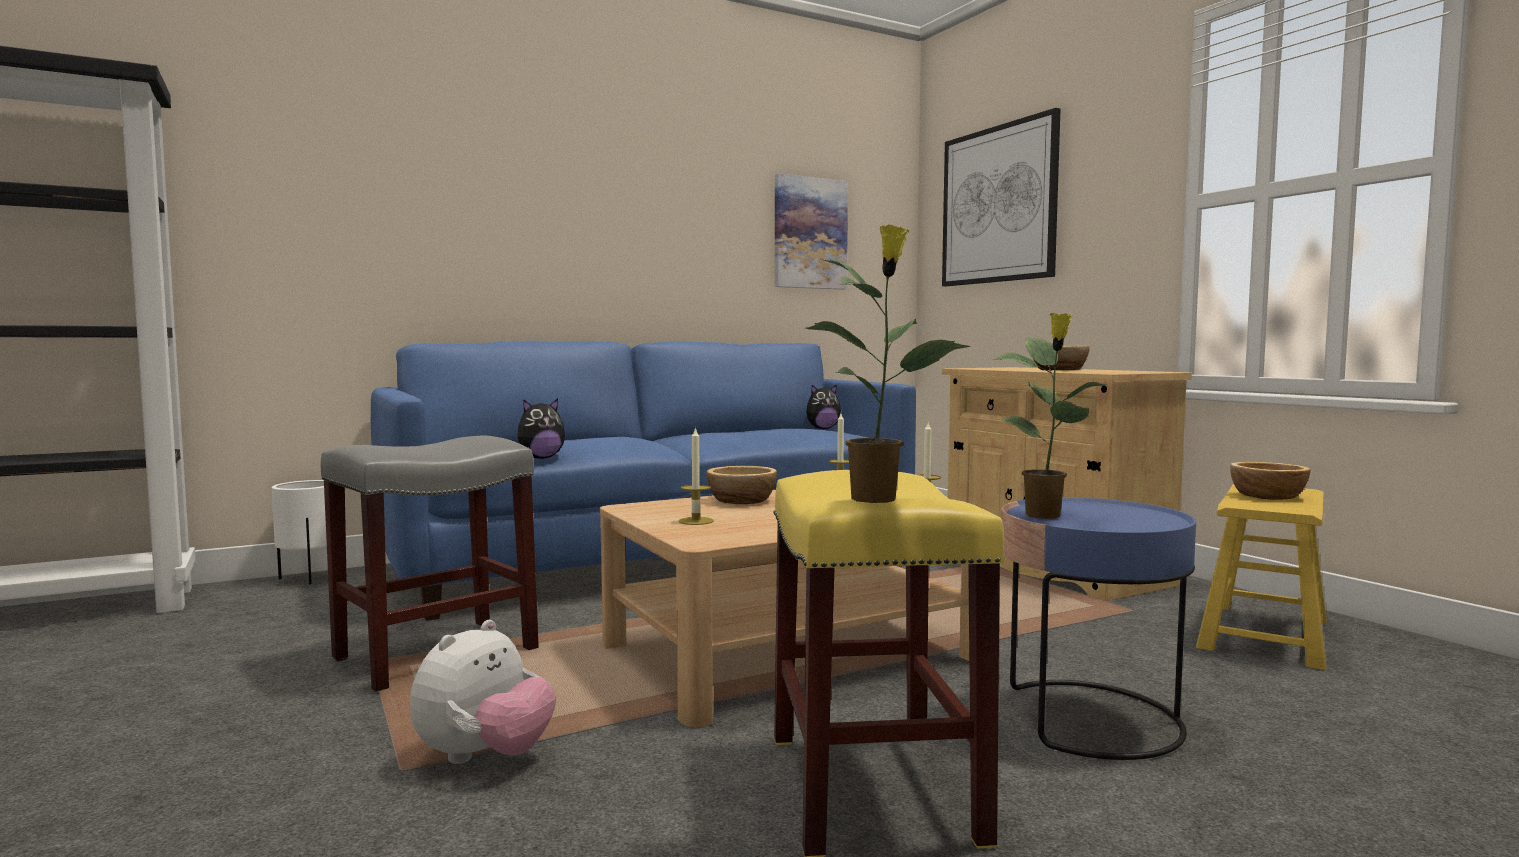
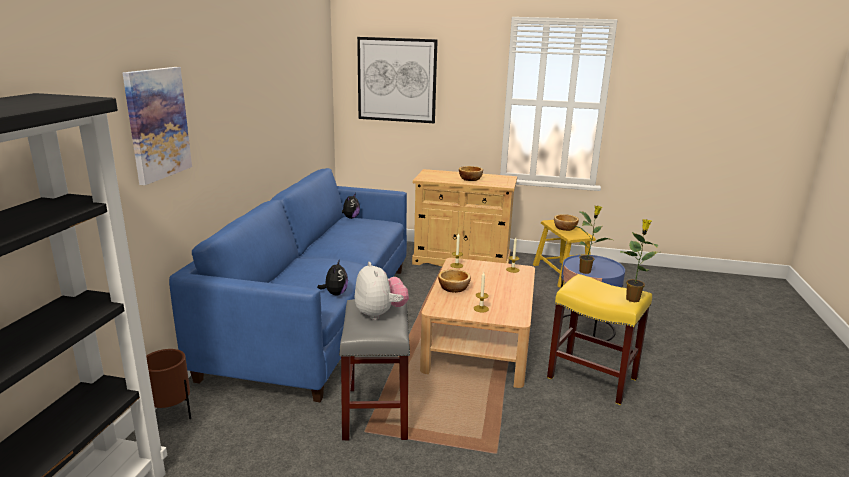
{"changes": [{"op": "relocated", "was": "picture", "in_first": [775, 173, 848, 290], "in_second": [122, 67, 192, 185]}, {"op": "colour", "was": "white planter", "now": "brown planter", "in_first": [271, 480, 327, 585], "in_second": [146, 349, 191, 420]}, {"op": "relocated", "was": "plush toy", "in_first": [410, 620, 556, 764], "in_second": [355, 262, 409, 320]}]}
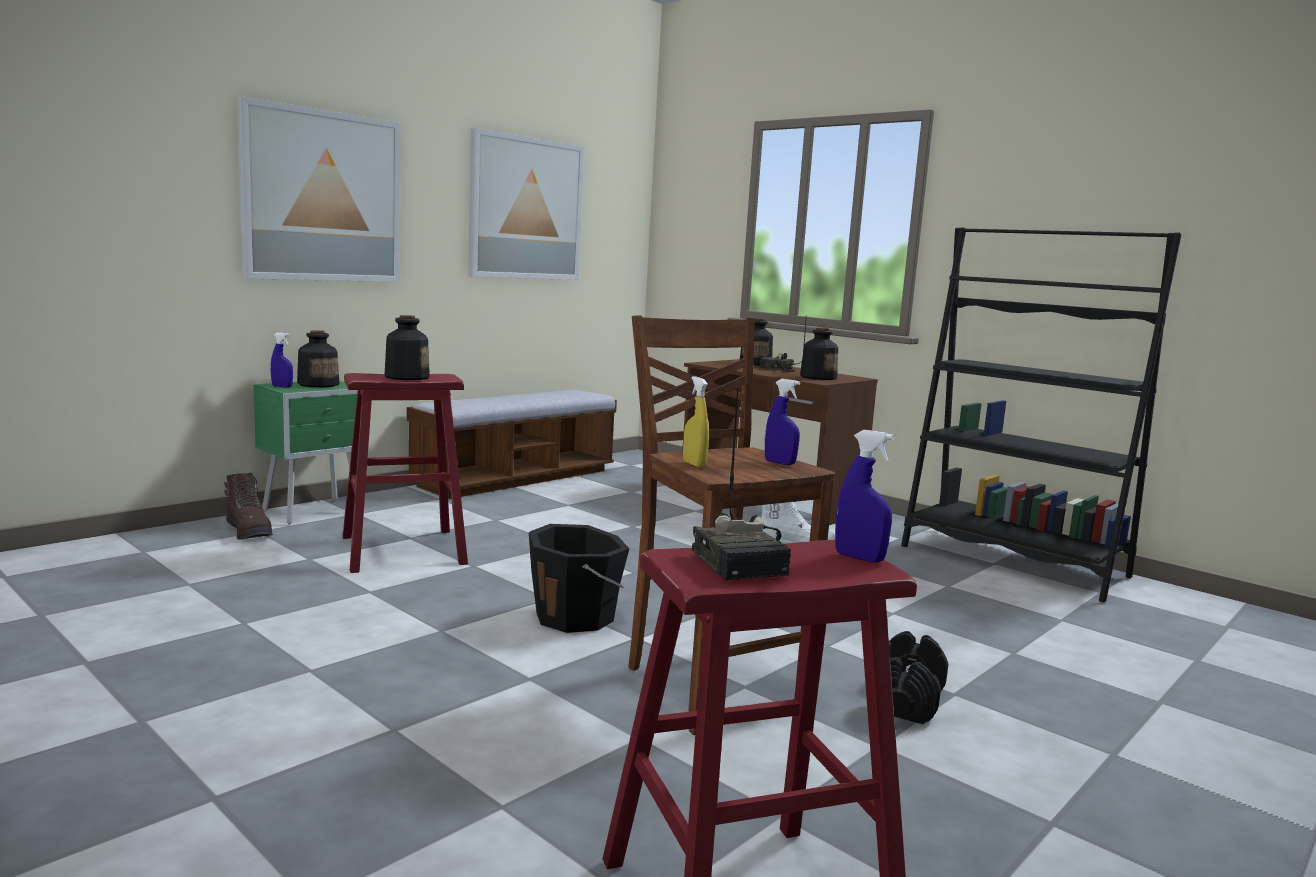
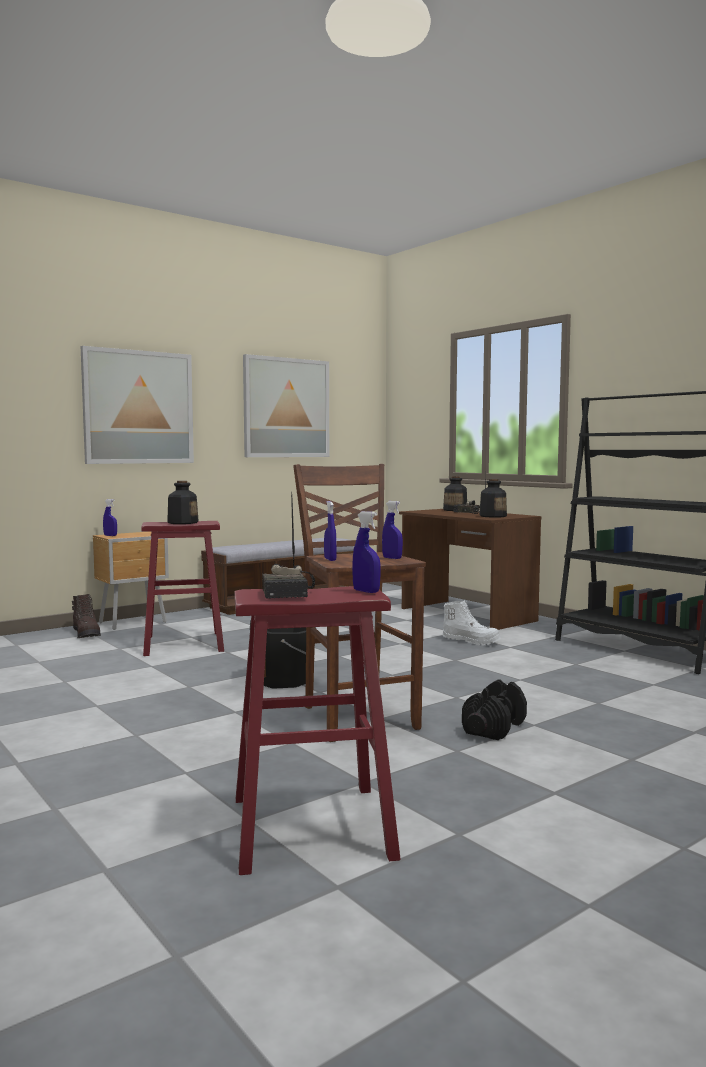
{"changes": [{"op": "missing", "was": "bottle", "in_first": [297, 330, 339, 387]}, {"op": "colour", "was": "yellow spray bottle", "now": "blue spray bottle", "in_first": [683, 376, 709, 468], "in_second": [324, 501, 337, 561]}, {"op": "colour", "was": "green nightstand", "now": "brown nightstand", "in_first": [254, 381, 358, 525], "in_second": [93, 531, 169, 630]}]}
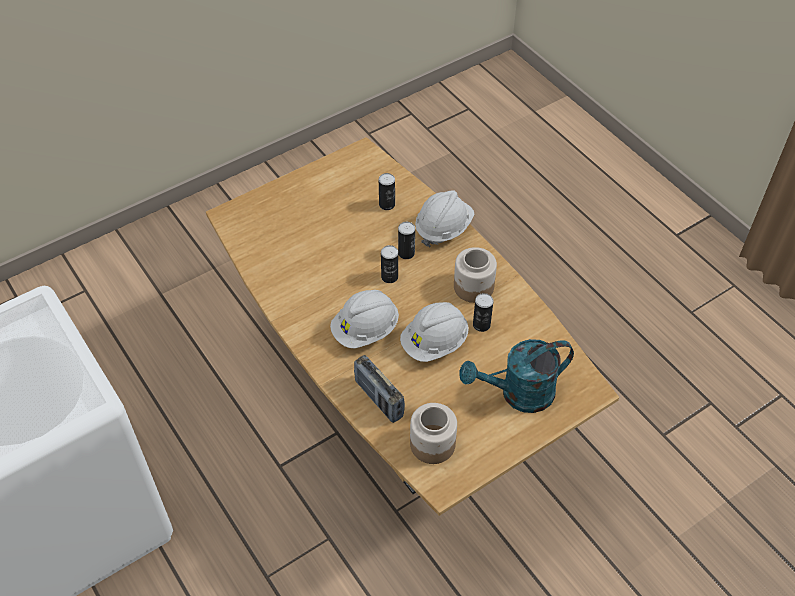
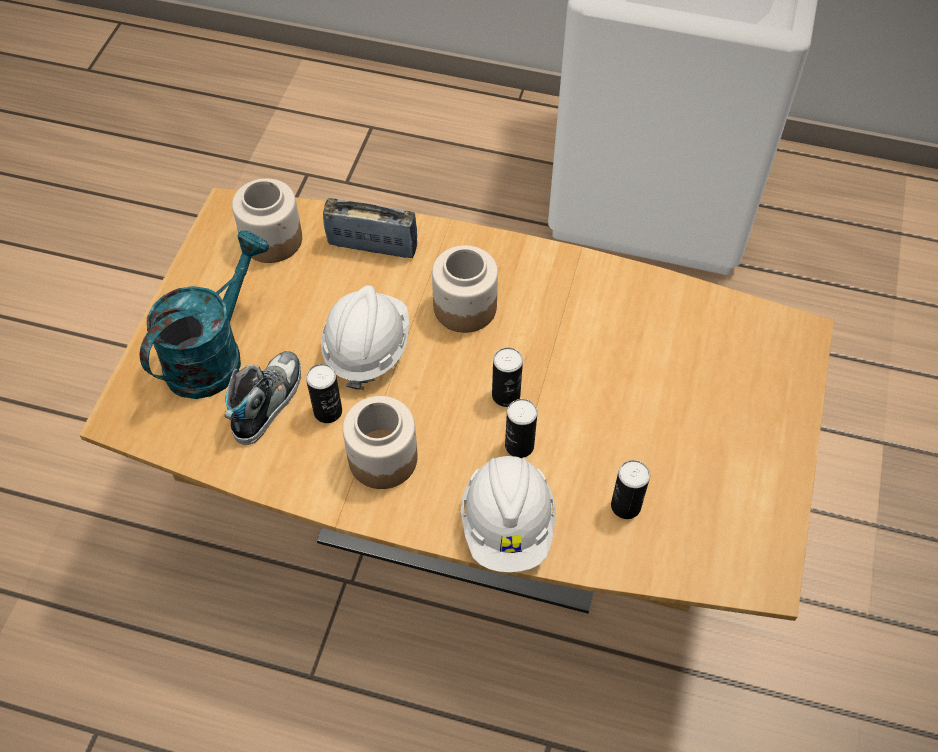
{"changes": [{"op": "exchanged", "was": "white hard hat", "now": "jar", "in_first": [330, 290, 399, 348], "in_second": [432, 245, 498, 333]}, {"op": "appeared", "now": "shoe", "in_second": [225, 351, 301, 445]}]}
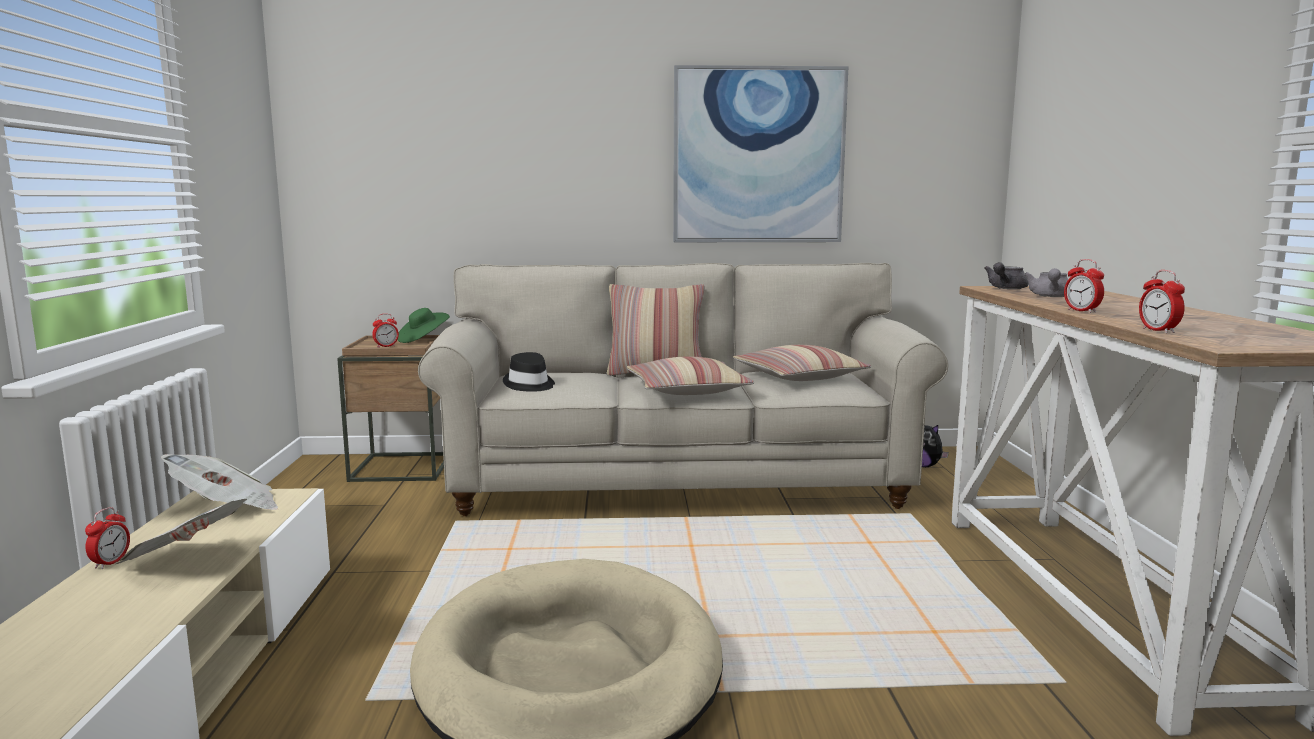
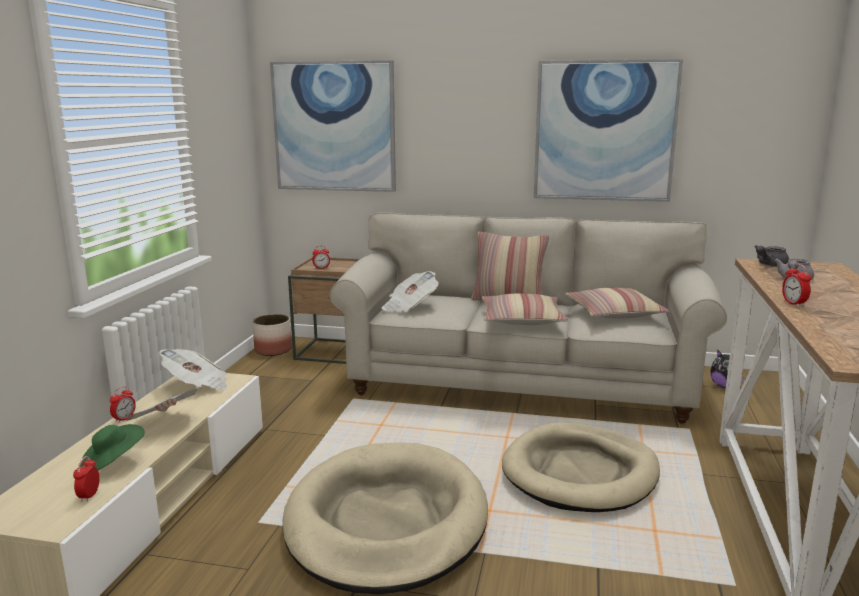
{"changes": [{"op": "relocated", "was": "alarm clock", "in_first": [1139, 270, 1185, 333], "in_second": [73, 456, 100, 502]}, {"op": "relocated", "was": "green hat", "in_first": [398, 308, 450, 343], "in_second": [80, 424, 145, 471]}, {"op": "exchanged", "was": "black hat", "now": "newspaper", "in_first": [503, 352, 555, 392], "in_second": [382, 271, 439, 312]}, {"op": "appeared", "now": "picture", "in_second": [270, 60, 396, 192]}, {"op": "appeared", "now": "planter", "in_second": [253, 314, 292, 356]}, {"op": "appeared", "now": "beige dog bed", "in_second": [502, 422, 660, 512]}]}
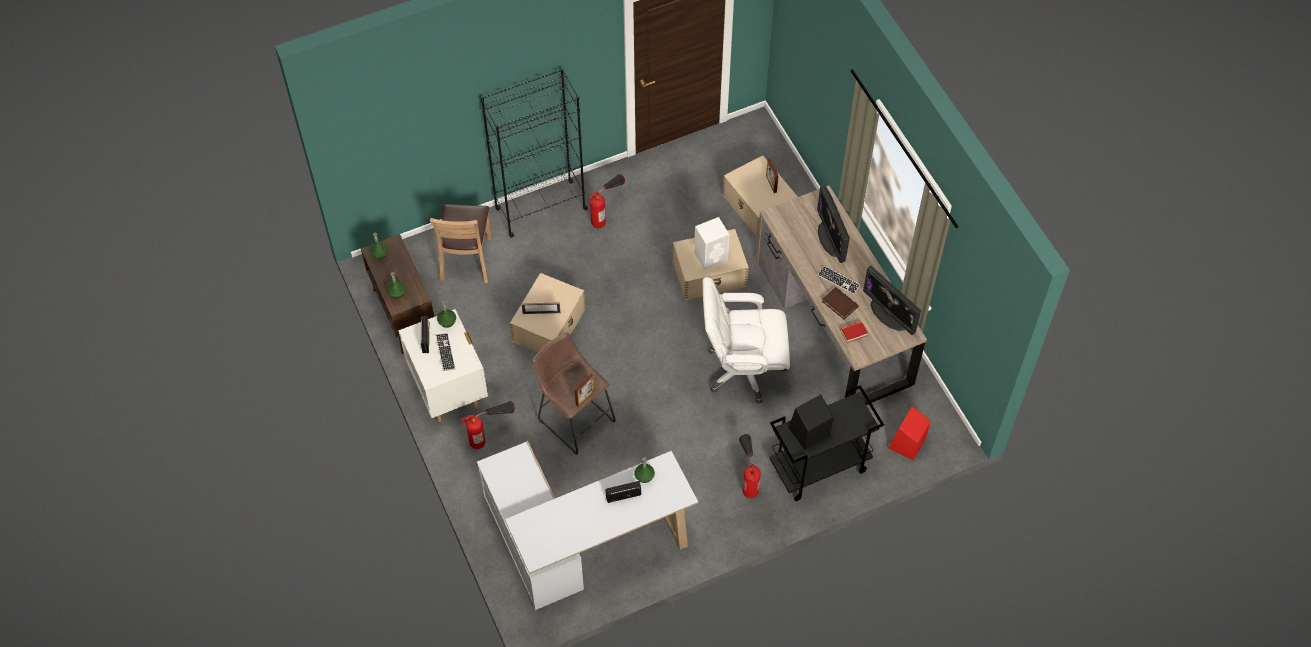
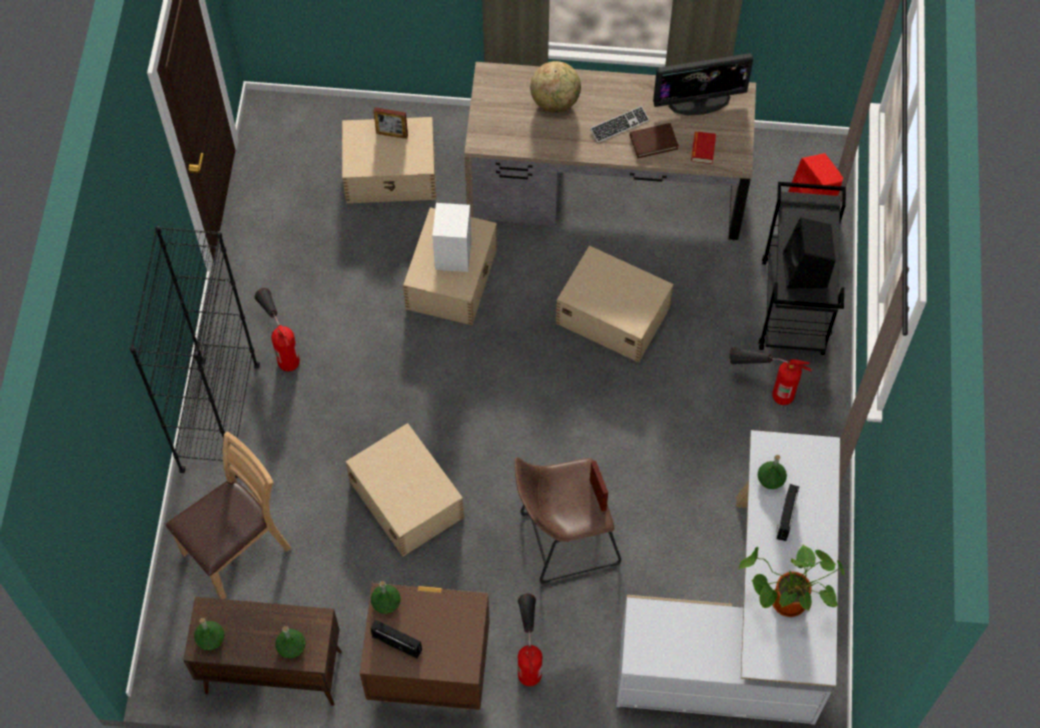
{"changes": [{"op": "exchanged", "was": "monitor", "now": "globe", "in_first": [817, 186, 850, 263], "in_second": [530, 61, 581, 113]}, {"op": "spun", "was": "brown chair", "in_first": [430, 204, 492, 283], "in_second": [166, 431, 291, 599], "clockwise": -75}, {"op": "exchanged", "was": "white office chair", "now": "beige storage box", "in_first": [703, 277, 790, 404], "in_second": [556, 246, 673, 362]}, {"op": "missing", "was": "picture frame", "in_first": [522, 302, 560, 314]}, {"op": "colour", "was": "white nightstand", "now": "brown nightstand", "in_first": [398, 309, 488, 422], "in_second": [360, 583, 490, 710]}, {"op": "missing", "was": "keyboard", "in_first": [436, 333, 456, 371]}, {"op": "appeared", "now": "potted plant", "in_second": [739, 544, 845, 617]}]}
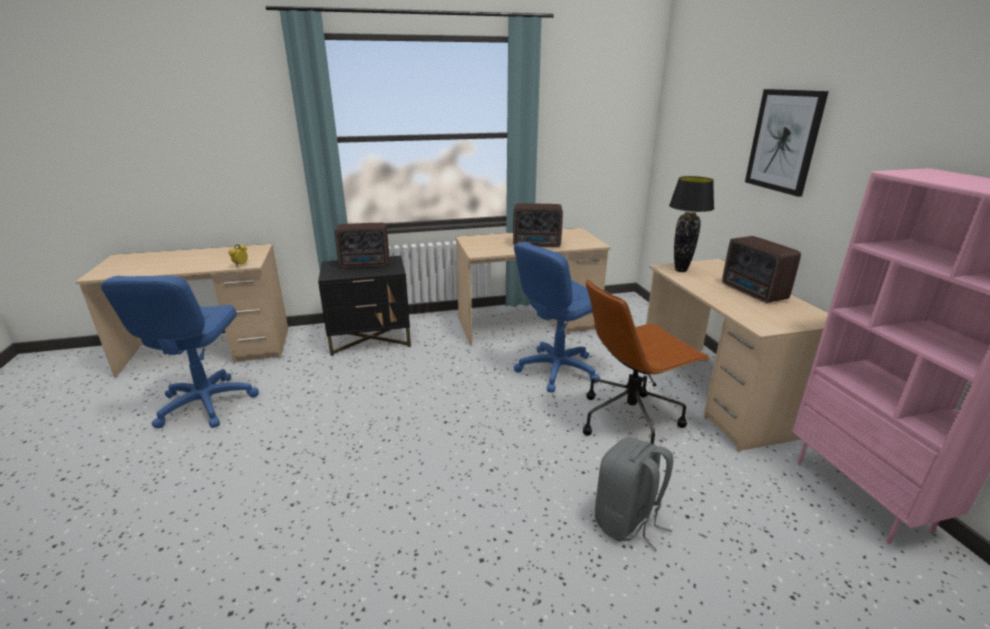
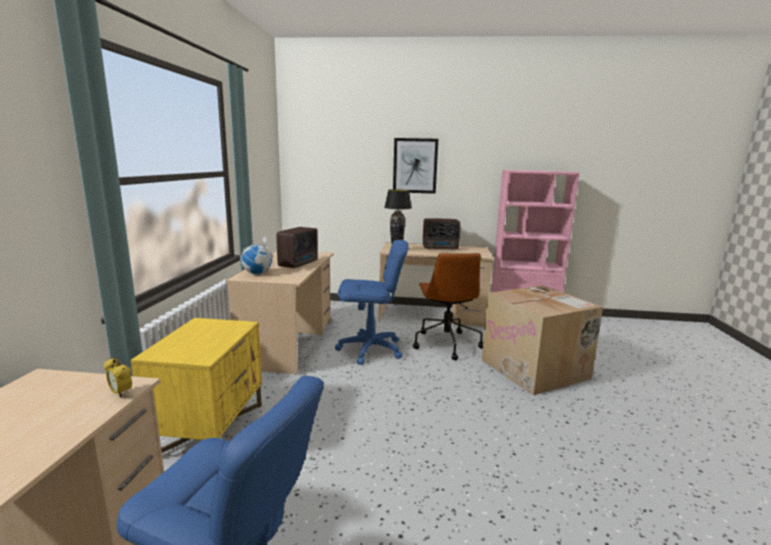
{"changes": [{"op": "missing", "was": "radio", "in_first": [335, 223, 389, 268]}, {"op": "spun", "was": "blue office chair", "in_first": [514, 242, 600, 393], "in_second": [335, 240, 409, 365], "clockwise": -75}, {"op": "colour", "was": "black nightstand", "now": "yellow nightstand", "in_first": [318, 256, 411, 356], "in_second": [130, 318, 262, 453]}, {"op": "exchanged", "was": "grey backpack", "now": "cardboard box", "in_first": [595, 437, 674, 551], "in_second": [482, 285, 603, 395]}, {"op": "appeared", "now": "globe", "in_second": [241, 236, 274, 274]}]}
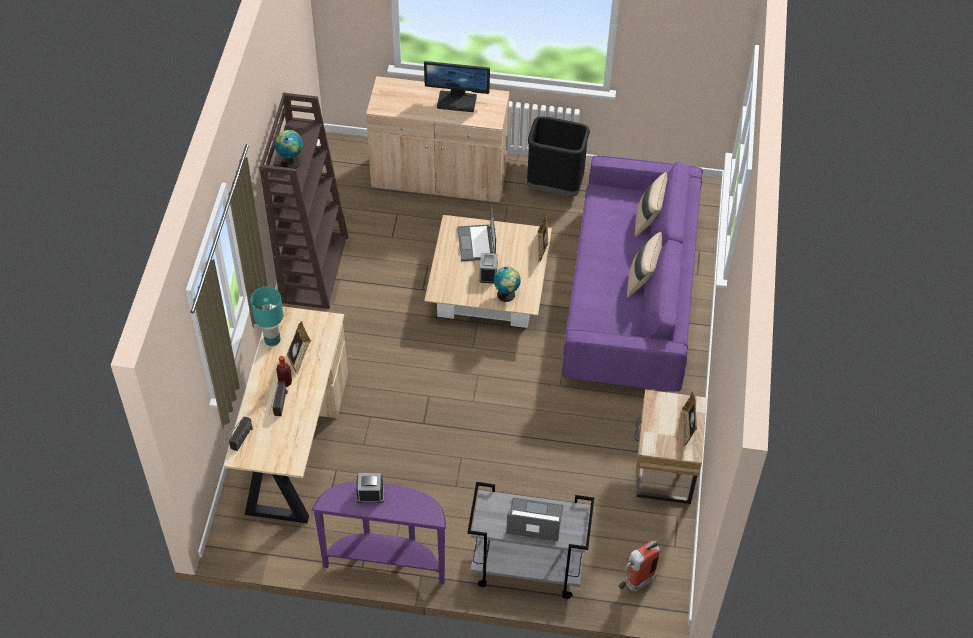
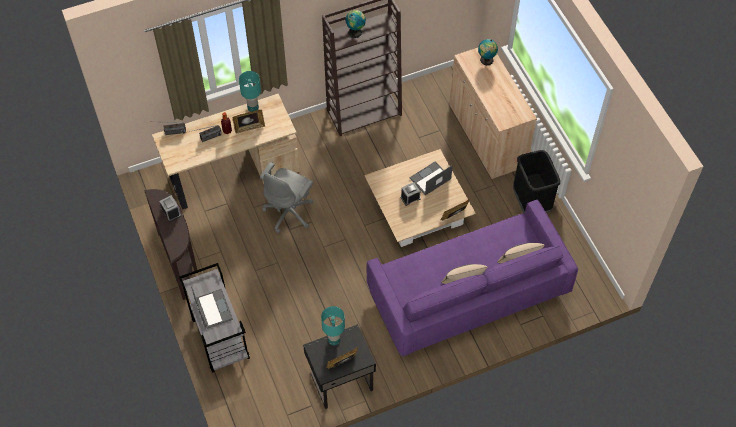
{"changes": [{"op": "missing", "was": "monitor", "in_first": [424, 61, 490, 112]}, {"op": "relocated", "was": "globe", "in_first": [494, 267, 520, 302], "in_second": [478, 39, 498, 65]}, {"op": "colour", "was": "beige nightstand", "now": "black nightstand", "in_first": [634, 390, 707, 504], "in_second": [303, 324, 376, 409]}, {"op": "colour", "was": "purple console table", "now": "brown console table", "in_first": [312, 482, 446, 584], "in_second": [144, 189, 197, 300]}, {"op": "missing", "was": "fire extinguisher", "in_first": [618, 541, 660, 592]}, {"op": "appeared", "now": "grey office chair", "in_second": [260, 162, 313, 233]}, {"op": "appeared", "now": "turquoise table lamp", "in_second": [321, 306, 345, 345]}]}
